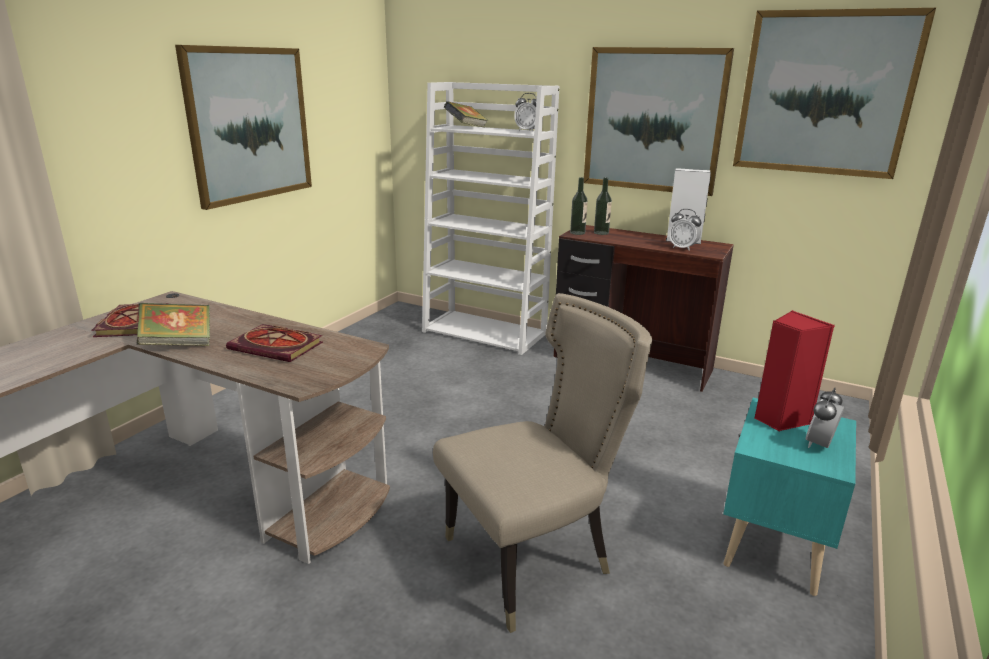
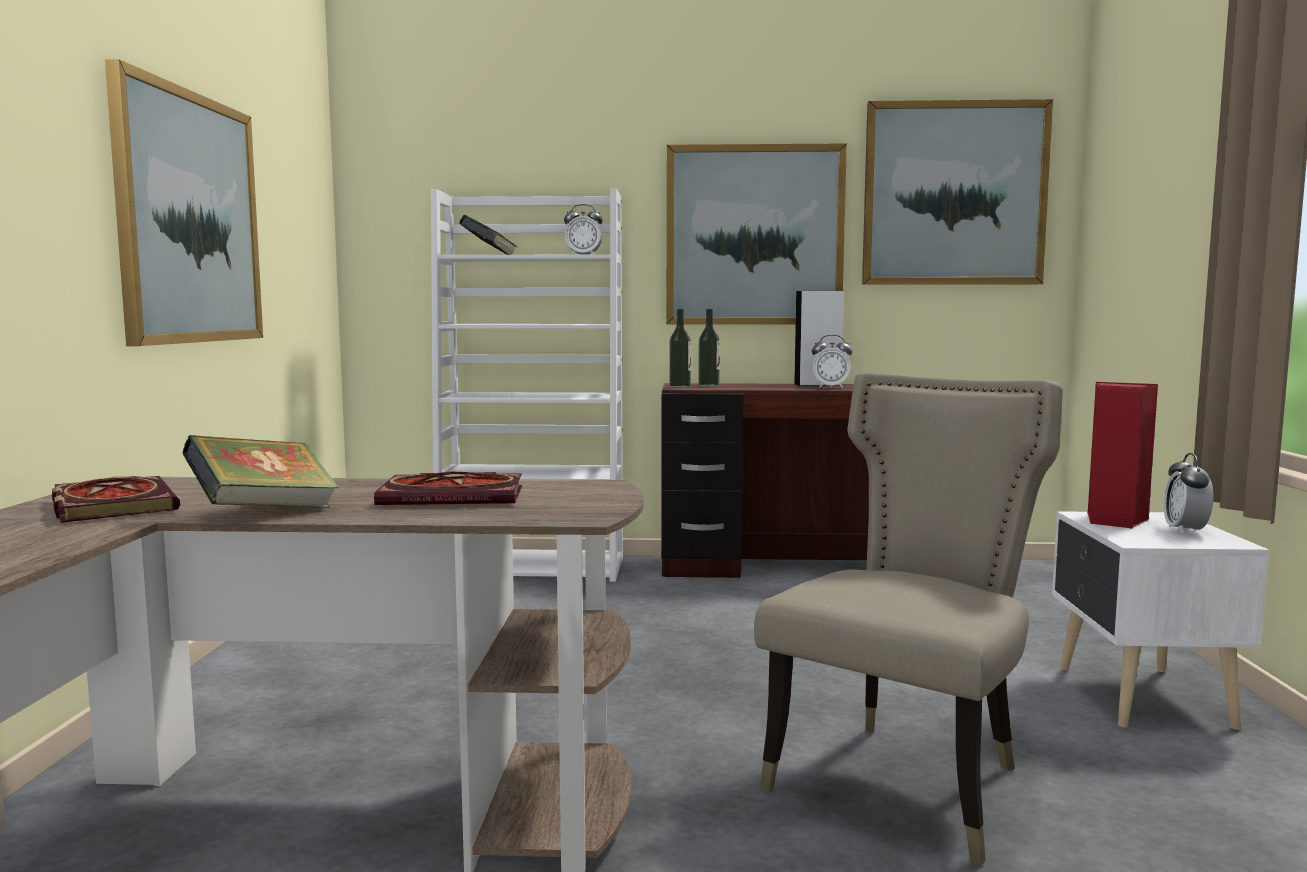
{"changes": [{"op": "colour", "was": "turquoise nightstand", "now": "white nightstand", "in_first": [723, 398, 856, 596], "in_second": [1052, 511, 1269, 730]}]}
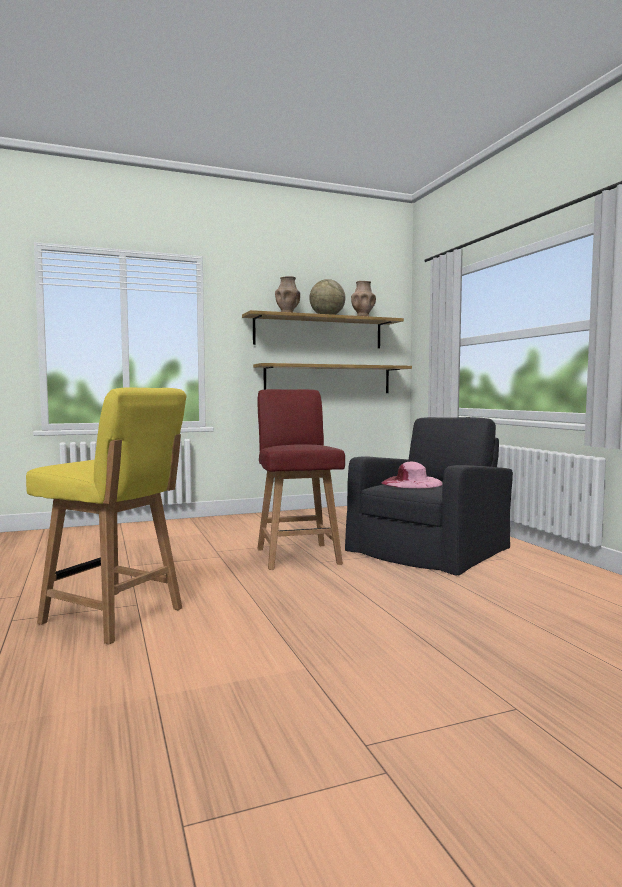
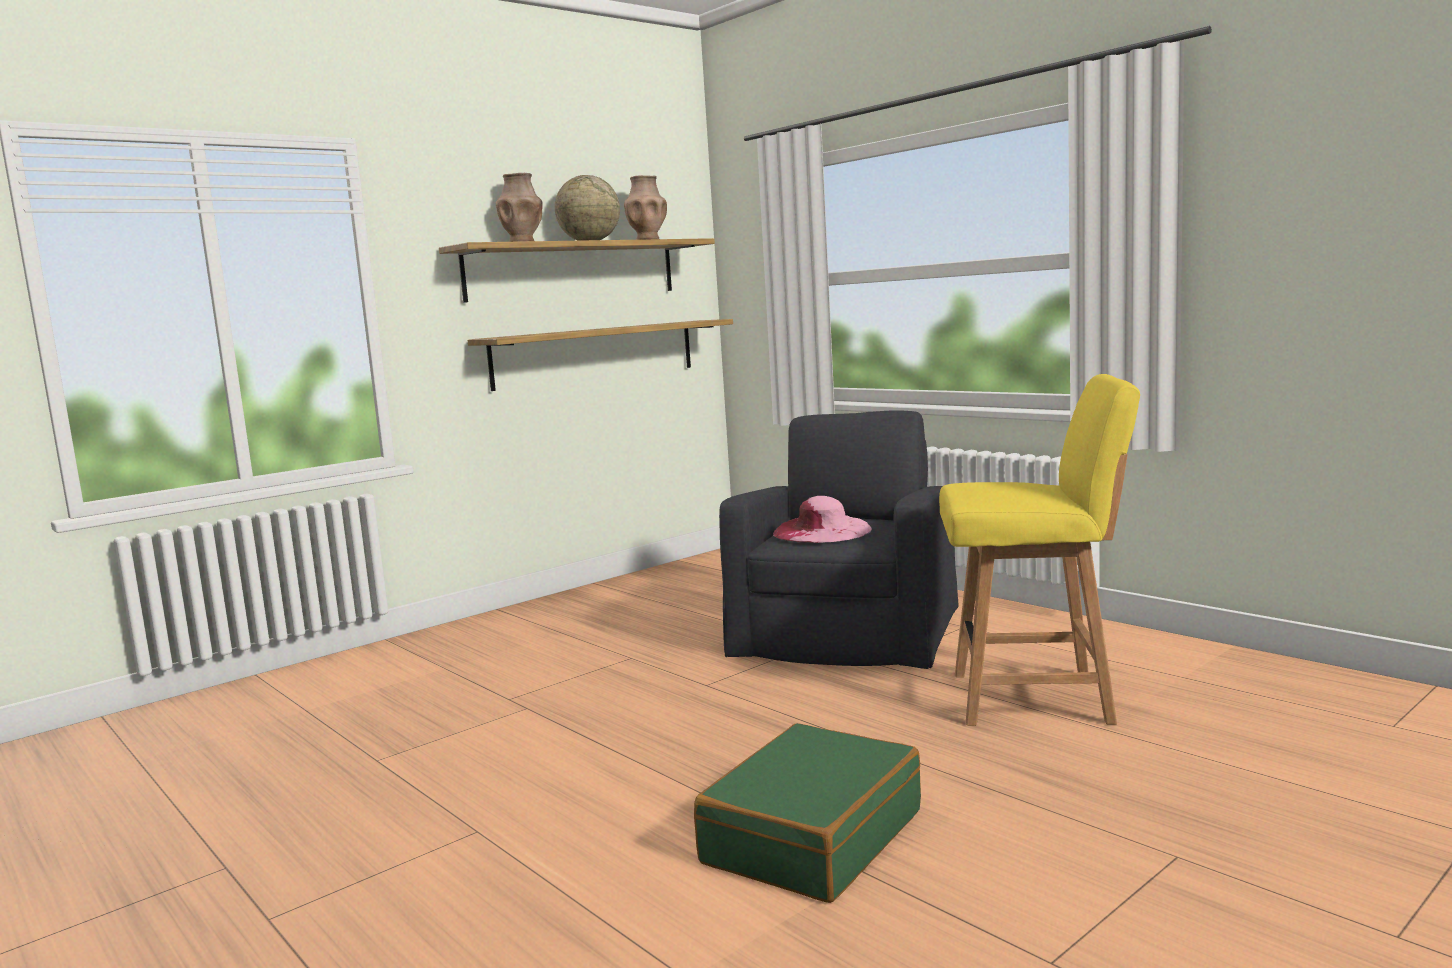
{"changes": [{"op": "relocated", "was": "yellow chair", "in_first": [26, 387, 186, 645], "in_second": [939, 374, 1140, 726]}, {"op": "missing", "was": "red chair", "in_first": [257, 389, 345, 570]}, {"op": "appeared", "now": "green suitcase", "in_second": [694, 723, 921, 903]}]}
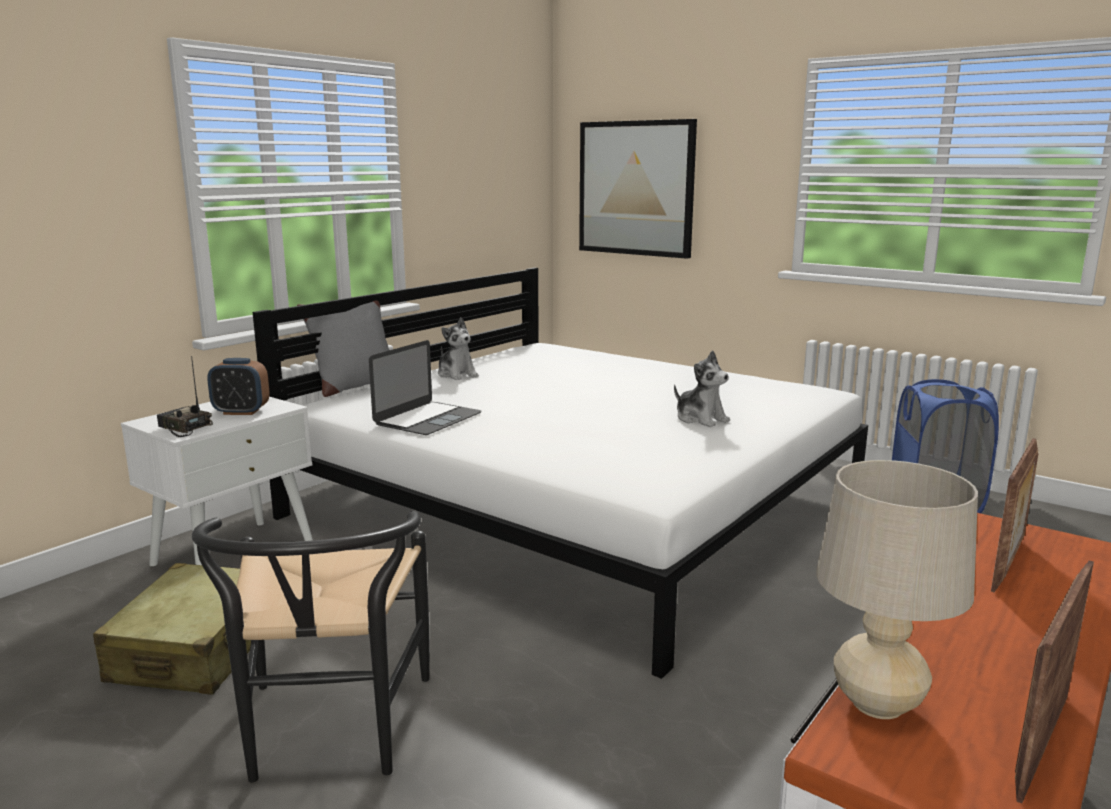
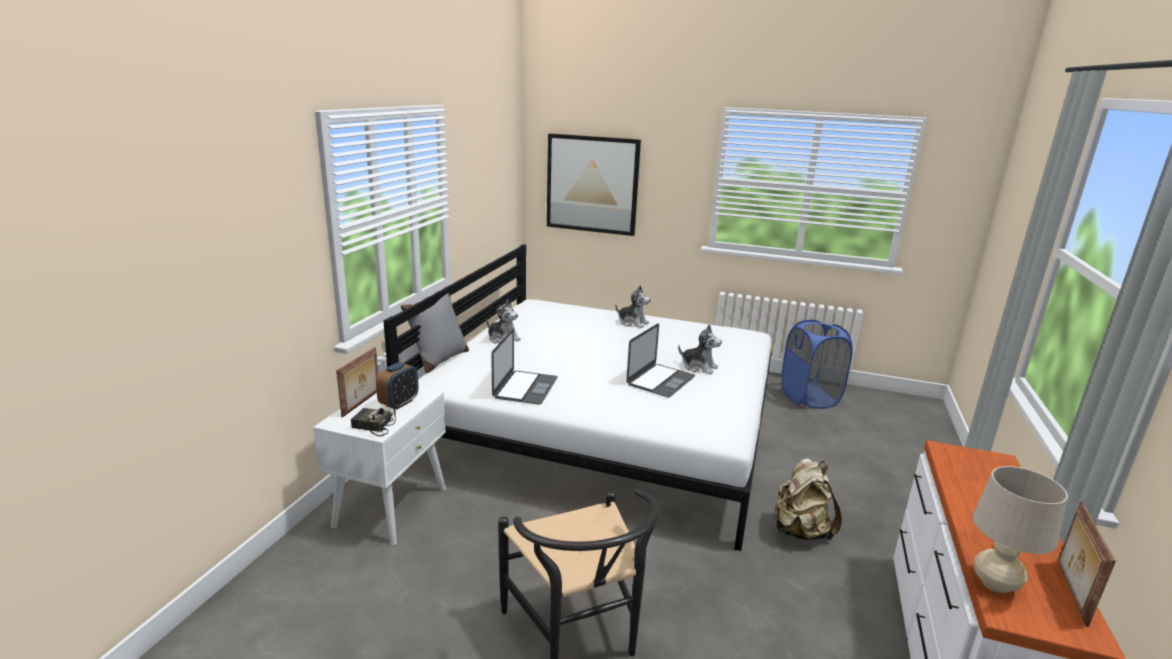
{"changes": [{"op": "spun", "was": "alarm clock", "in_first": [207, 358, 270, 415], "in_second": [376, 362, 419, 410], "clockwise": -45}, {"op": "relocated", "was": "picture frame", "in_first": [991, 438, 1038, 592], "in_second": [336, 347, 378, 417]}, {"op": "missing", "was": "beige suitcase", "in_first": [93, 563, 251, 695]}, {"op": "appeared", "now": "plush toy", "in_second": [615, 285, 651, 328]}, {"op": "appeared", "now": "laptop", "in_second": [626, 323, 695, 397]}, {"op": "appeared", "now": "beige backpack", "in_second": [773, 458, 842, 540]}]}
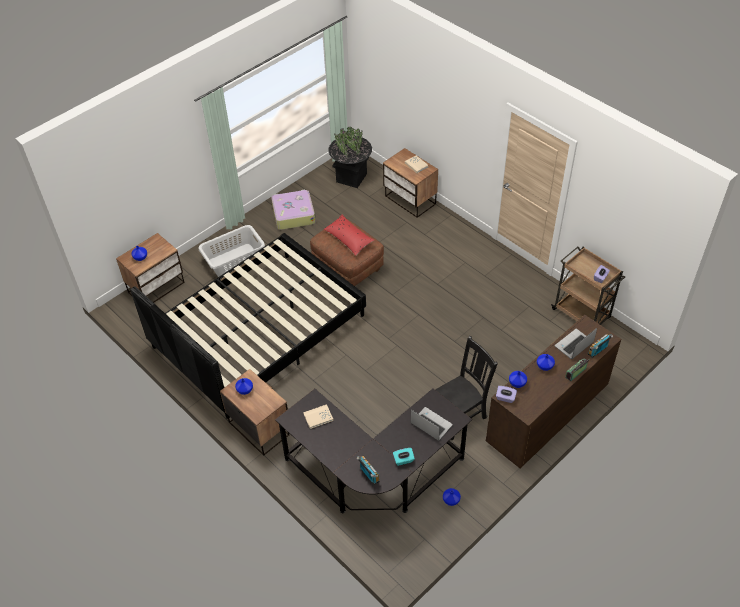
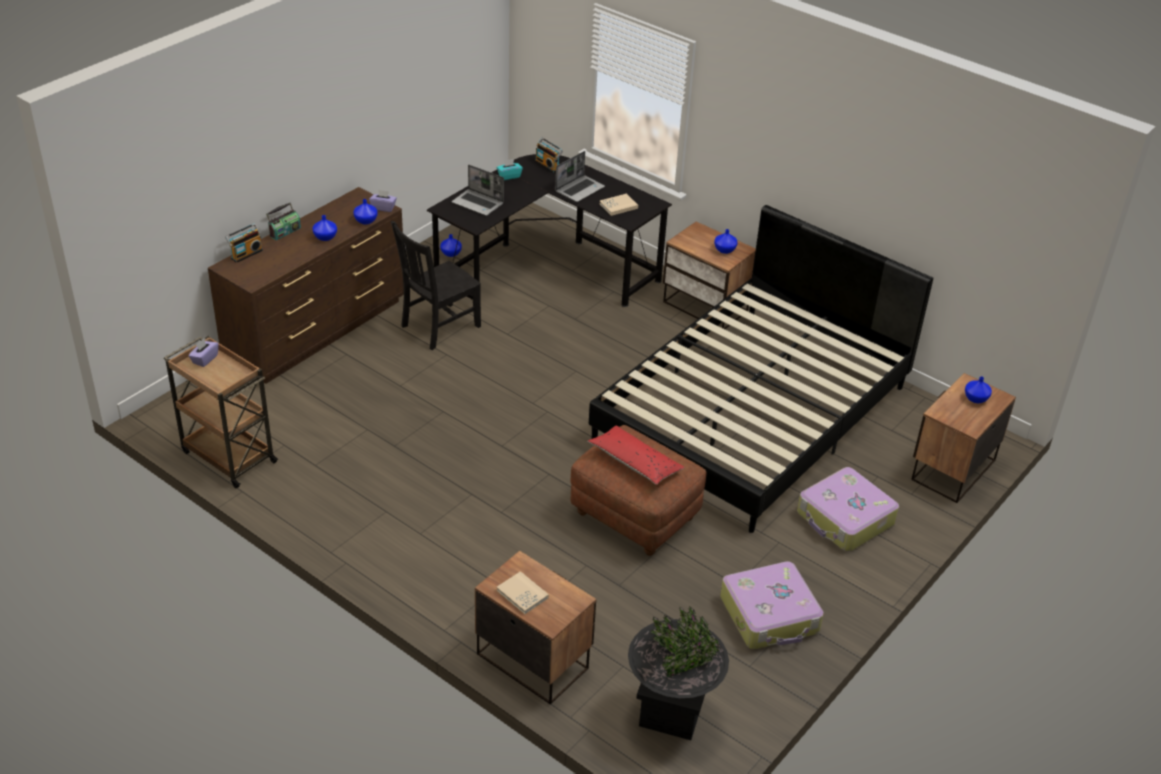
{"changes": [{"op": "exchanged", "was": "grey laundry basket", "now": "suitcase", "in_first": [198, 225, 265, 277], "in_second": [797, 467, 899, 552]}, {"op": "relocated", "was": "laptop", "in_first": [555, 328, 597, 359], "in_second": [555, 151, 605, 202]}]}
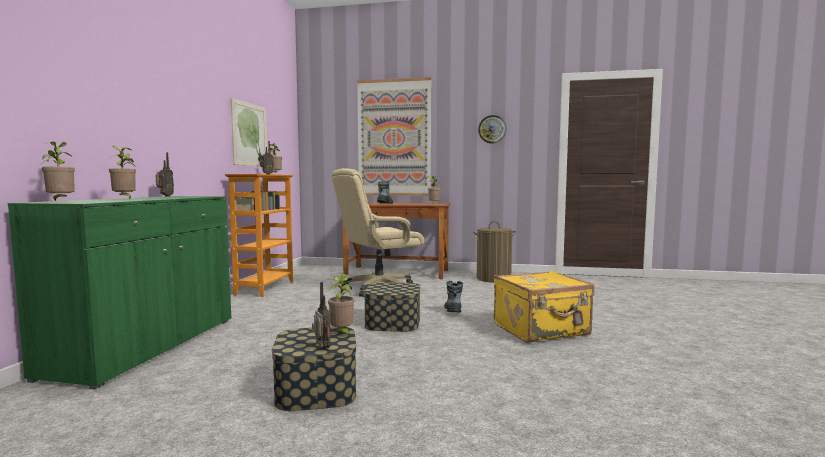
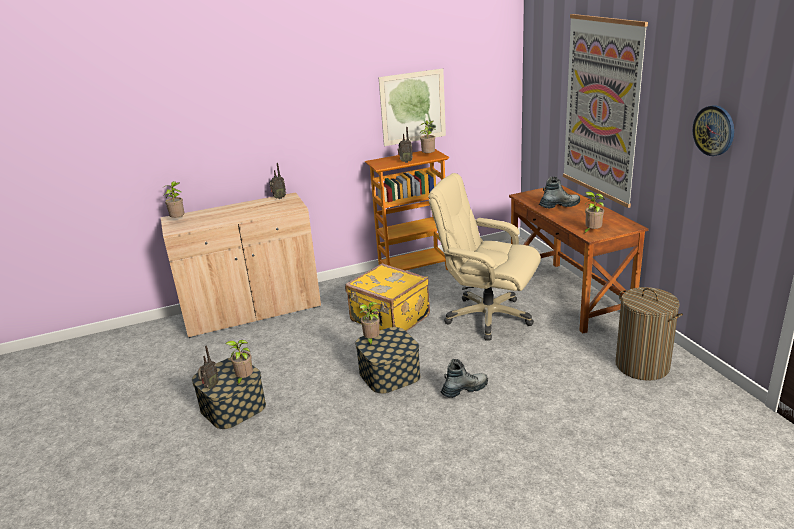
{"changes": [{"op": "relocated", "was": "potted plant", "in_first": [109, 145, 136, 199], "in_second": [359, 302, 380, 346]}, {"op": "colour", "was": "green cabinet", "now": "beige cabinet", "in_first": [8, 196, 231, 390], "in_second": [160, 192, 321, 338]}, {"op": "relocated", "was": "yellow suitcase", "in_first": [494, 271, 594, 343], "in_second": [345, 263, 430, 331]}]}
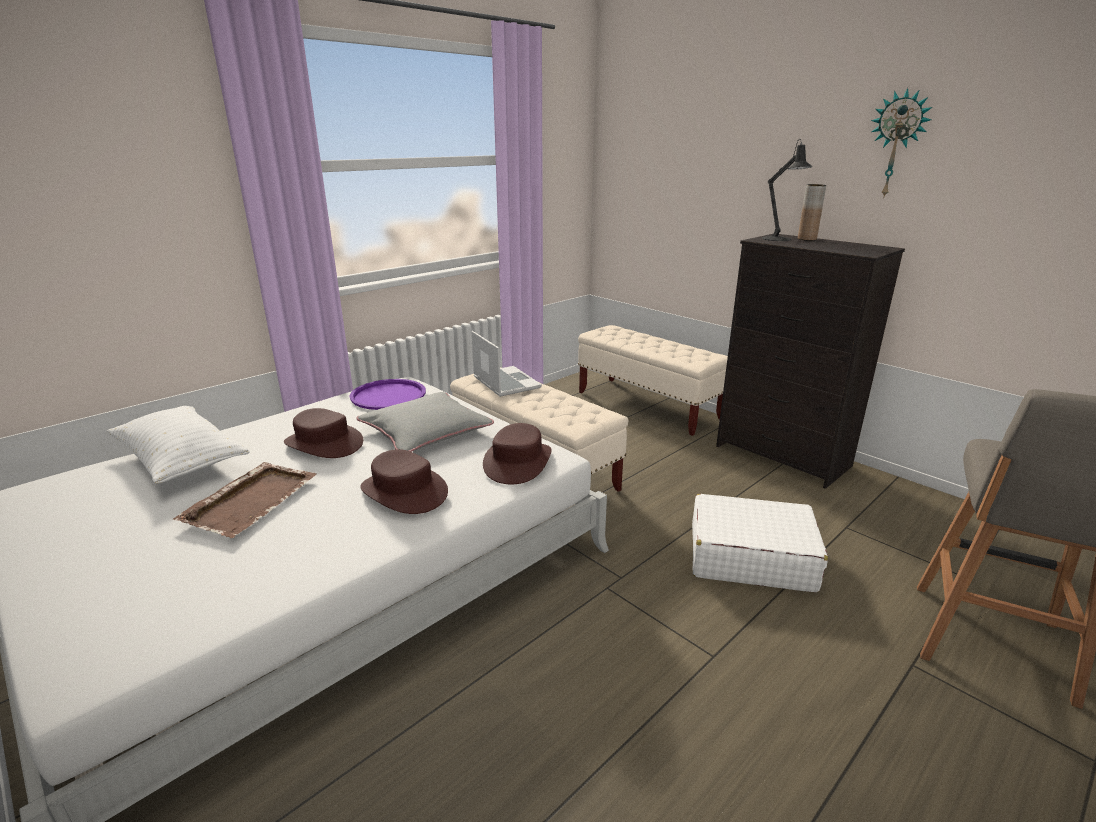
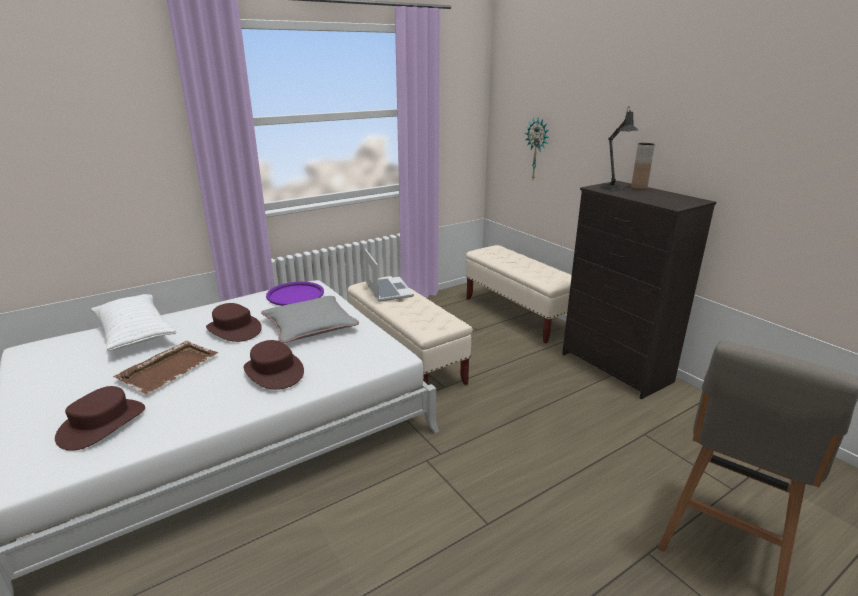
{"changes": [{"op": "relocated", "was": "wall clock", "in_first": [871, 88, 933, 199], "in_second": [525, 117, 549, 179]}, {"op": "relocated", "was": "brown hat", "in_first": [483, 423, 552, 484], "in_second": [55, 386, 145, 451]}, {"op": "missing", "was": "white suitcase", "in_first": [692, 494, 828, 592]}]}
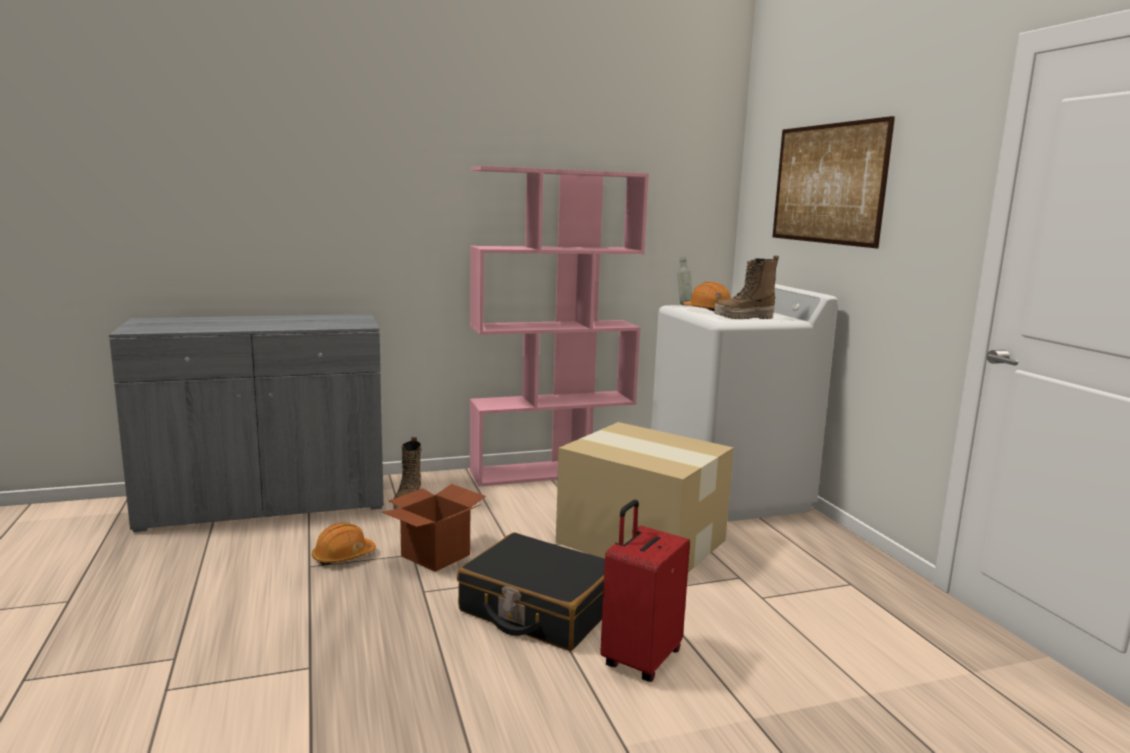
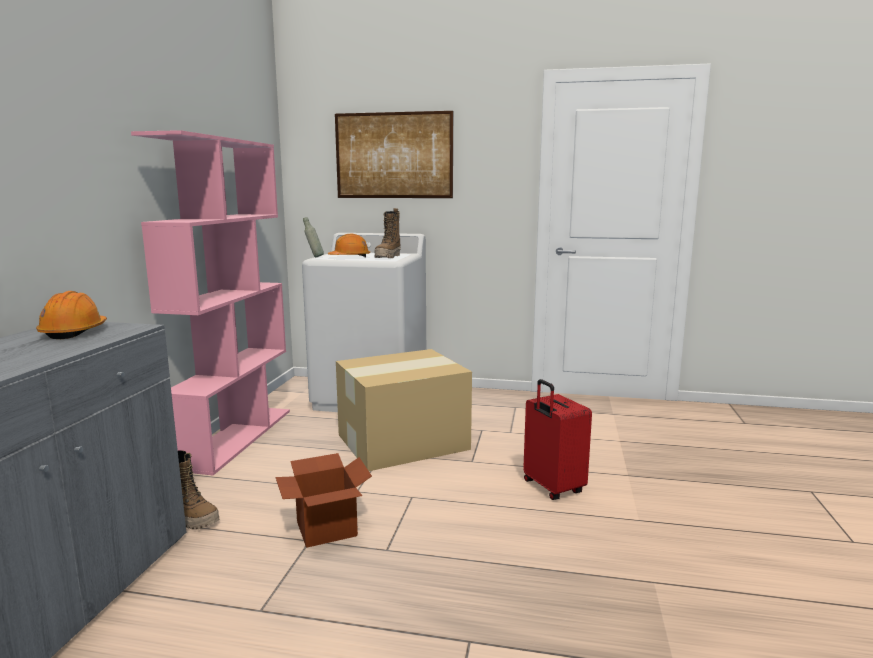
{"changes": [{"op": "relocated", "was": "orange hard hat", "in_first": [312, 523, 376, 565], "in_second": [36, 291, 107, 339]}, {"op": "missing", "was": "black suitcase", "in_first": [457, 533, 605, 651]}]}
